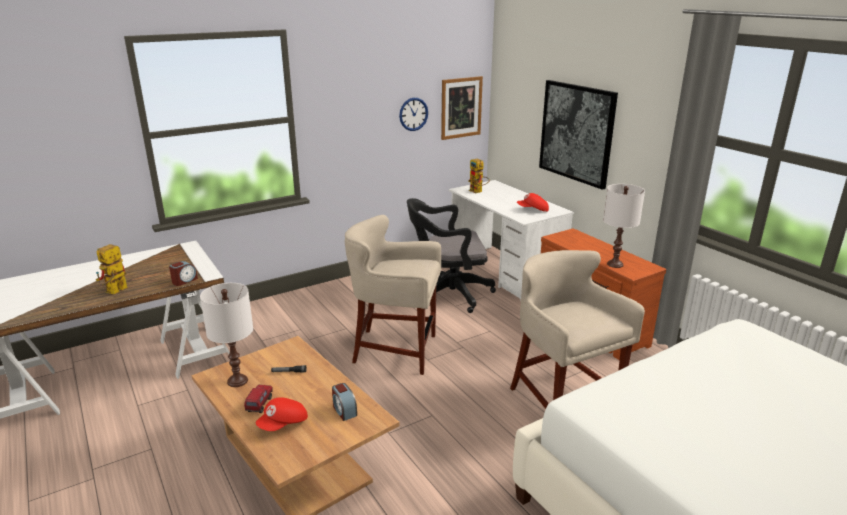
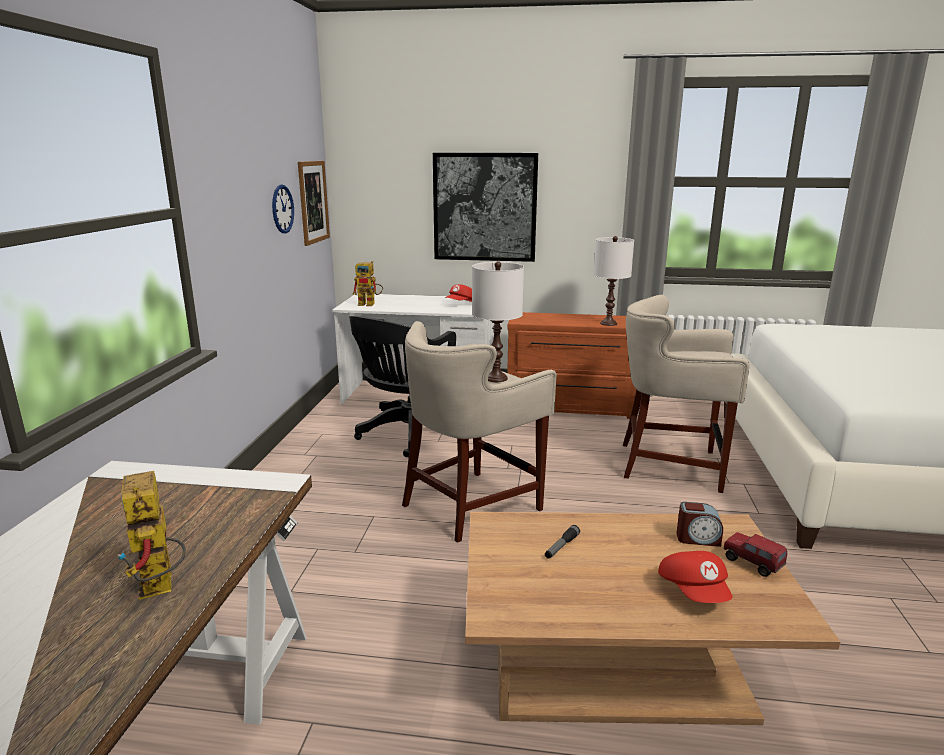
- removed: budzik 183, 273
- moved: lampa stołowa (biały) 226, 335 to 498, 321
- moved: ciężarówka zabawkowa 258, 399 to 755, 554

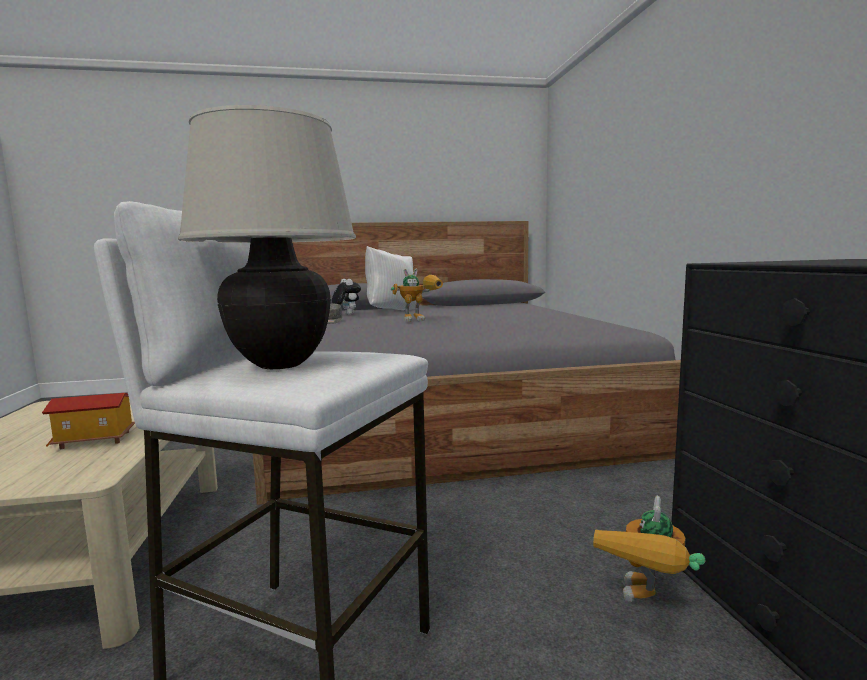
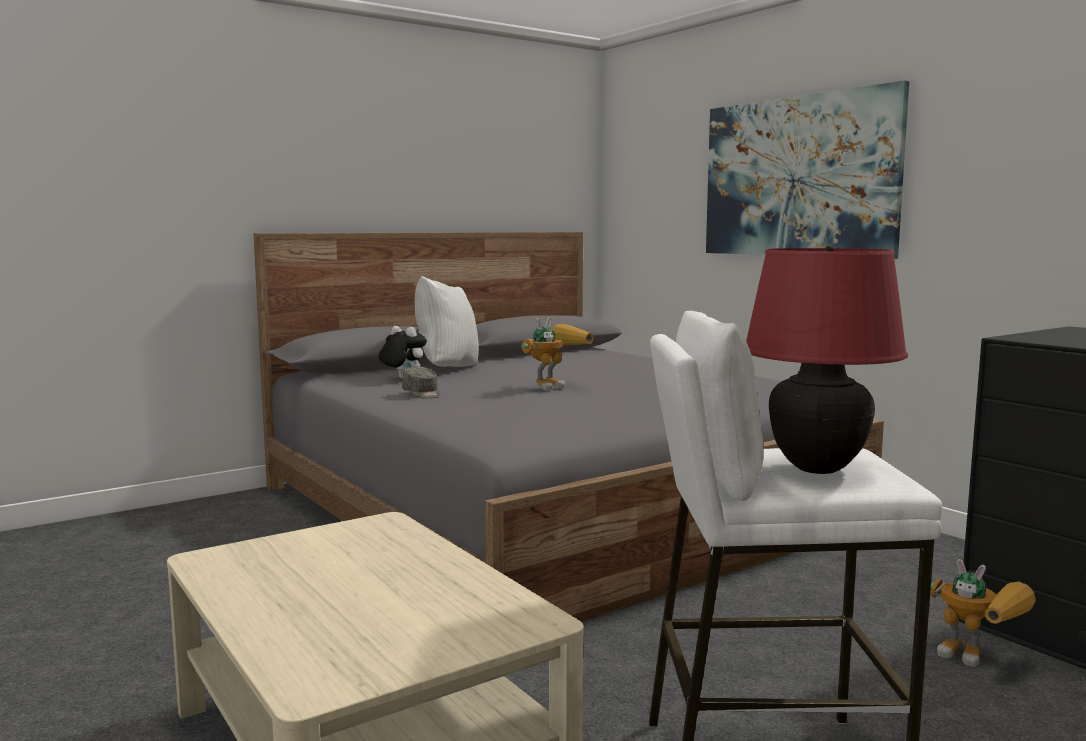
- removed: domek 88, 421
- recoloured: lampa stołowa (beżowy) 267, 237 to lampa stołowa (czerwony) 827, 360
- turned: robot zabawkowy 649, 549 = 983, 613 45 degrees counterclockwise
- added: obraz 807, 170

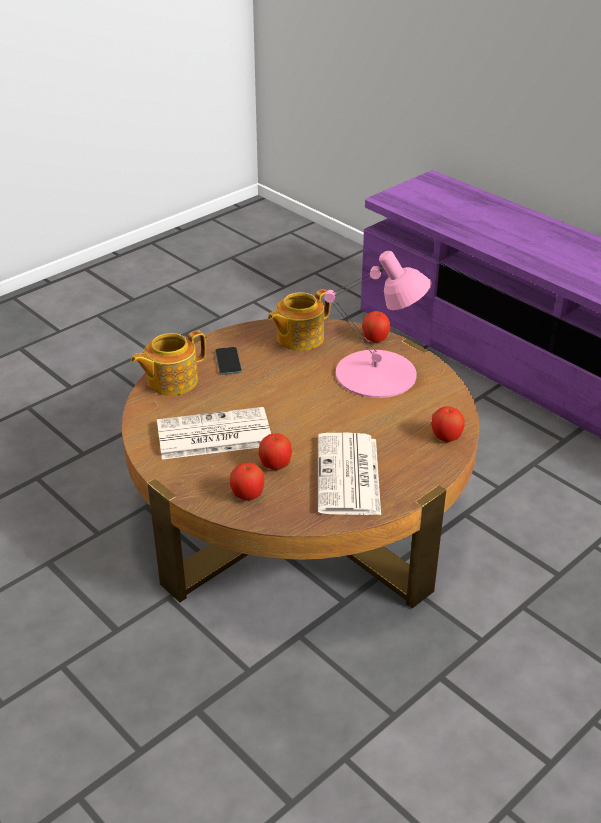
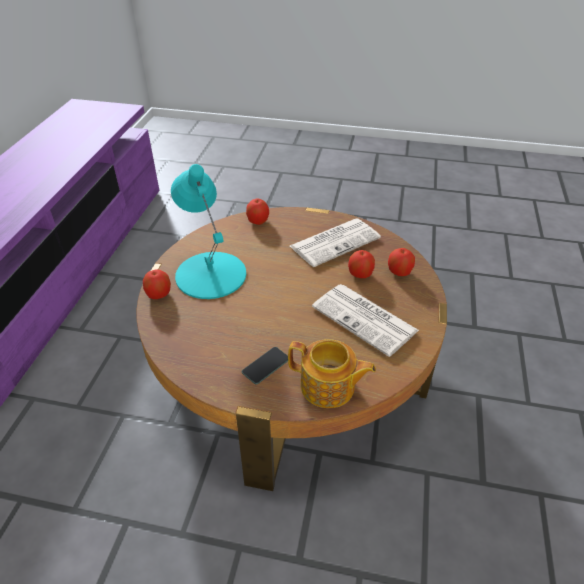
- removed: imbryk 299, 320
- recoloured: lampa stołowa (różowy) 378, 324 to lampa stołowa (turkusowy) 208, 231

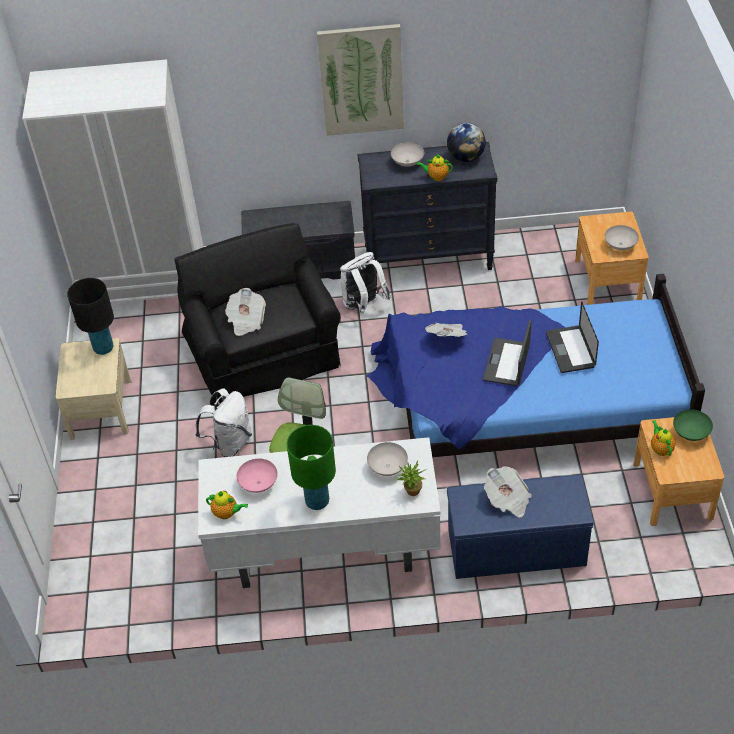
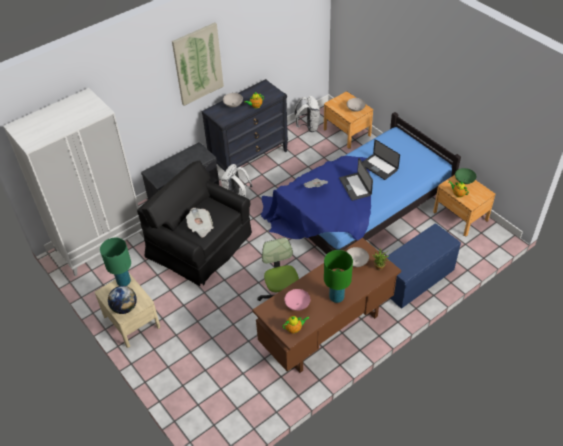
- recoloured: lampa stołowa (czarny) 90, 316 to lampa stołowa (zielony) 115, 262
- moved: plecak (biały) 223, 422 to 307, 114
- recoloured: biurko (biały) 319, 512 to biurko (brązowy) 326, 305
- moved: globus 466, 142 to 122, 300
- removed: gazeta 508, 492

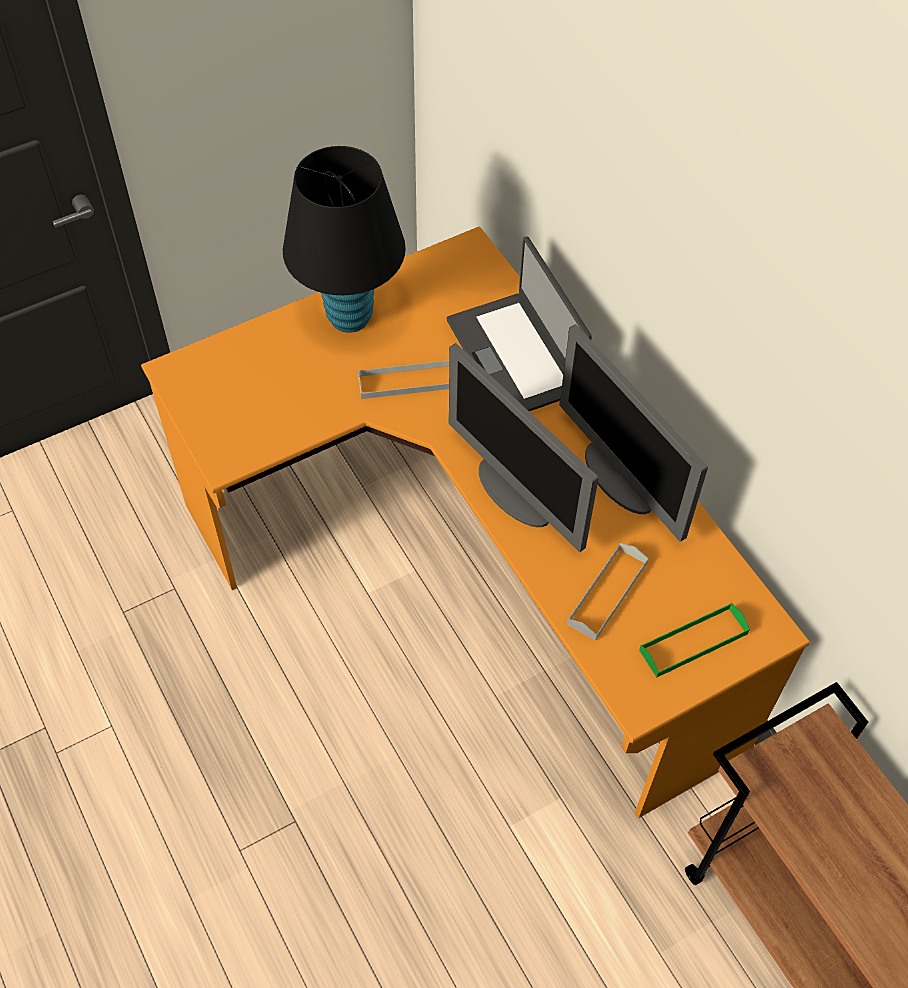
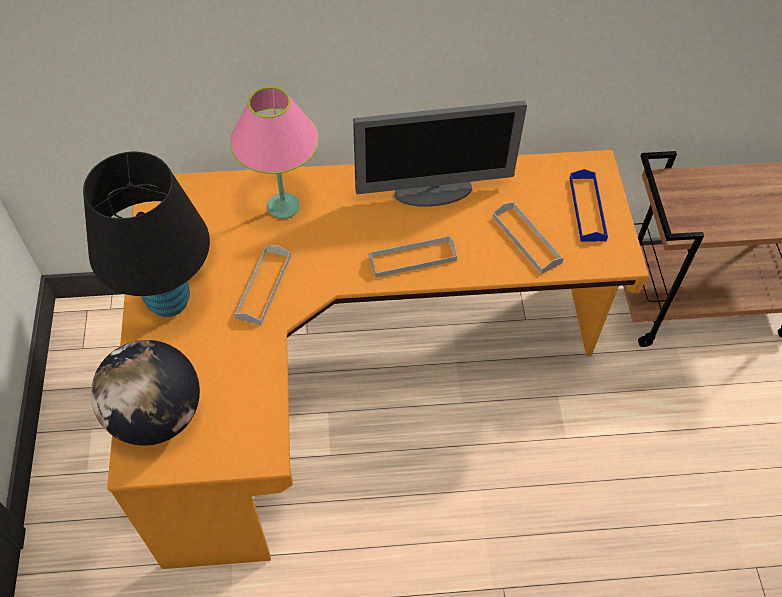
- replaced: laptop 519, 323 to lampa stołowa (różowy) 274, 153
- replaced: monitor 523, 447 to taca (szary) 413, 256
- recoloured: taca (zielony) 694, 640 to taca (niebieski) 588, 205
- added: globus 145, 393

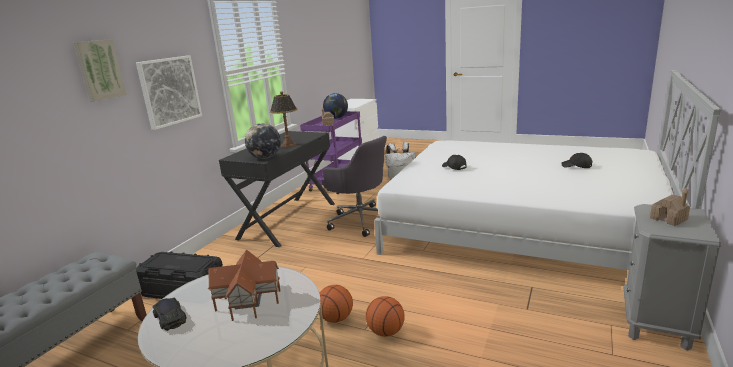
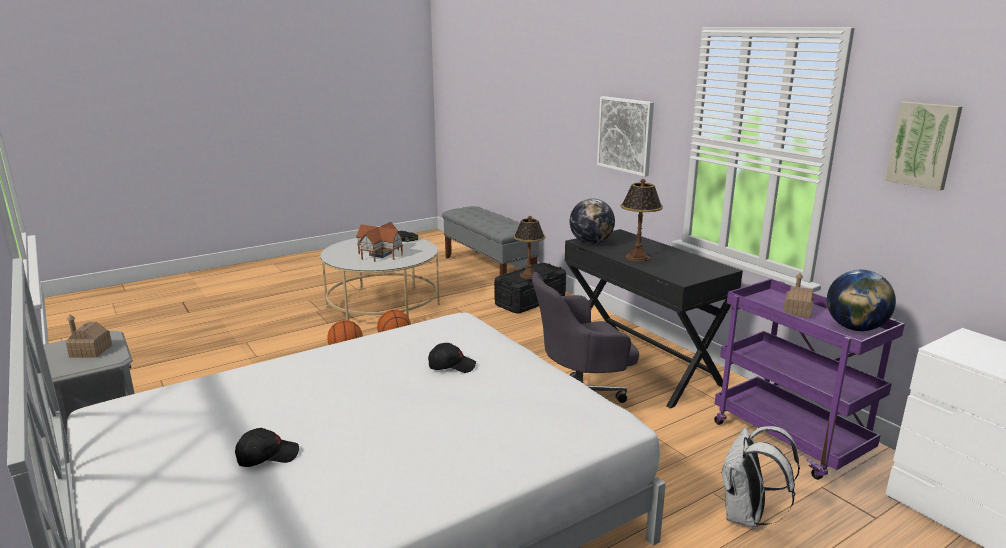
- moved: obraz 100, 70 to 924, 146
- added: lampa stołowa 529, 247

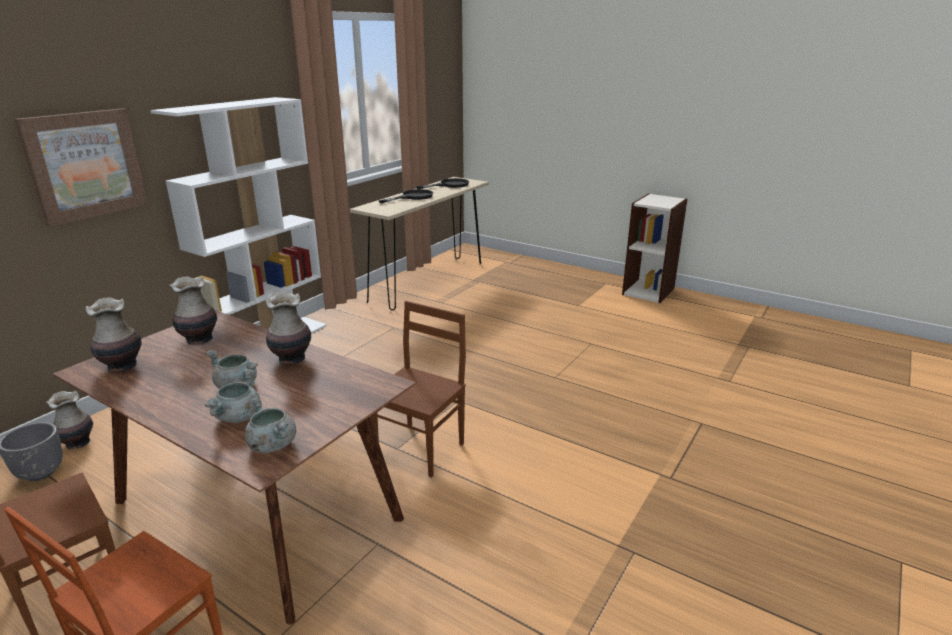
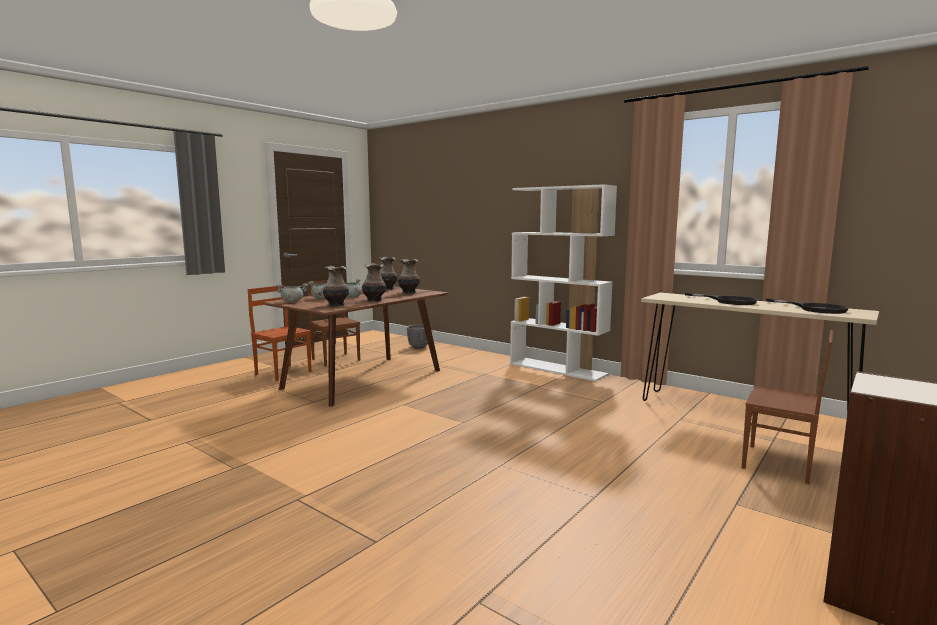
- removed: obraz 81, 167
- moved: wazon 69, 420 to 336, 286
- moved: krzesło (brązowy) 418, 389 to 787, 407

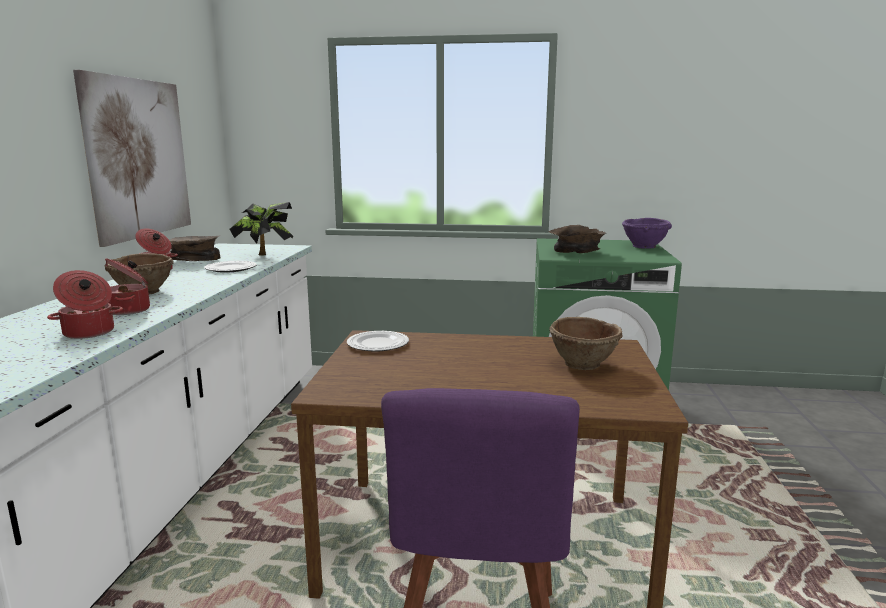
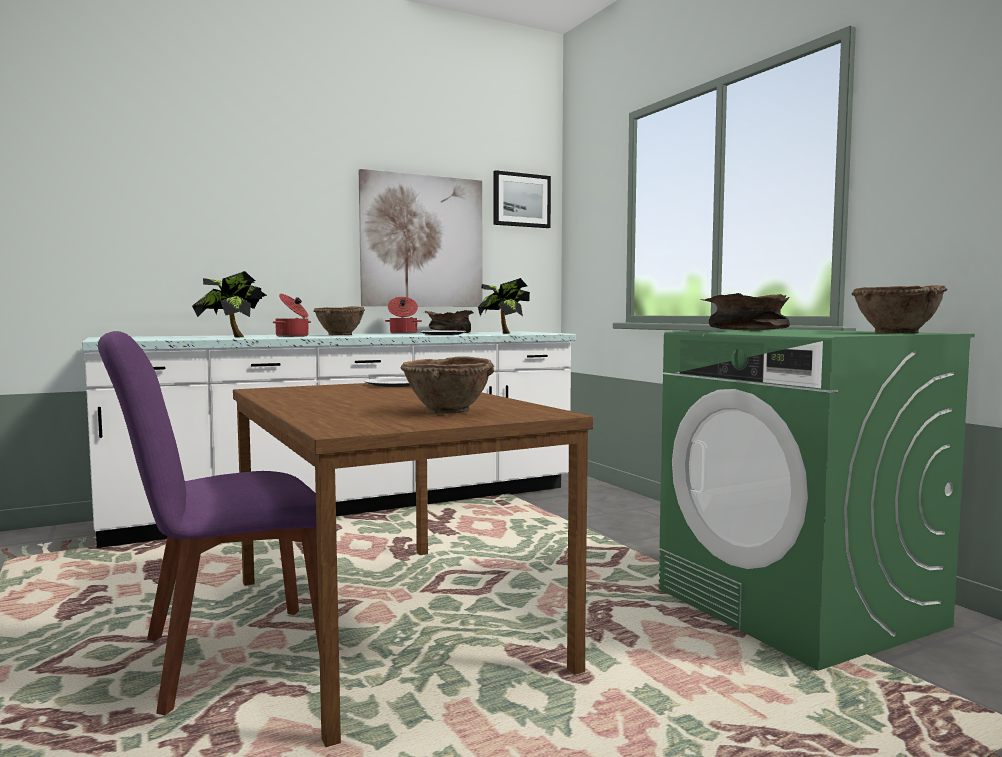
- replaced: garnek 85, 304 to roślina doniczkowa 229, 304
- recoloured: miska (fioletowy) 647, 233 to miska (brązowy) 899, 309
- added: obraz 522, 199

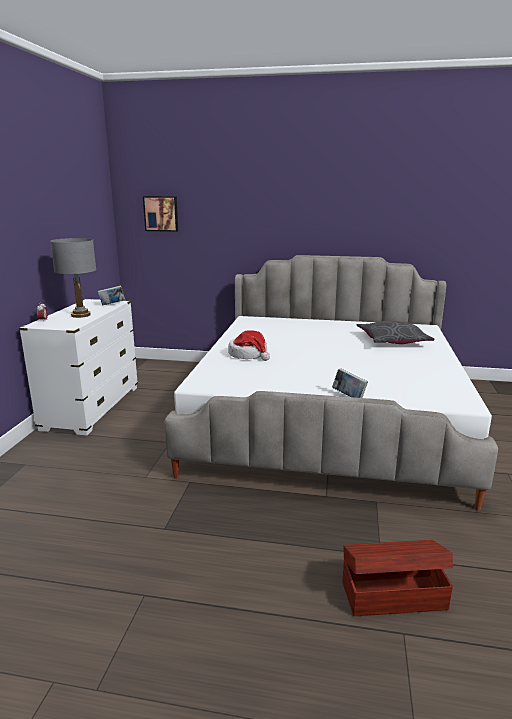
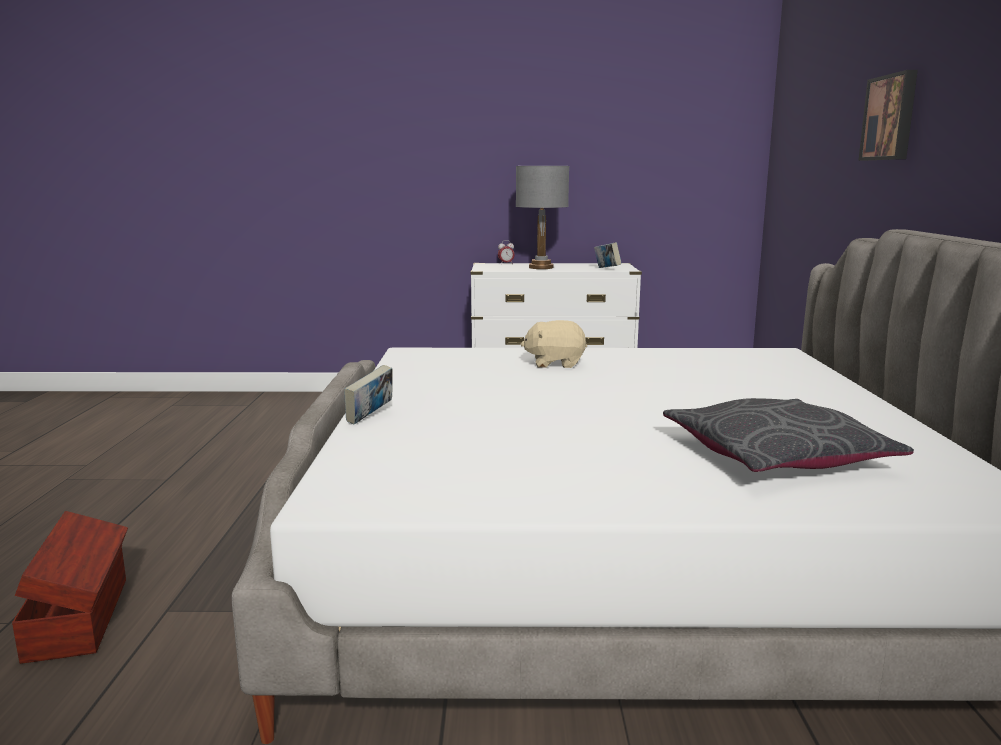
- moved: obraz 160, 214 to 888, 115
- replaced: kapelusz 249, 345 to pluszak (beżowy) 554, 344

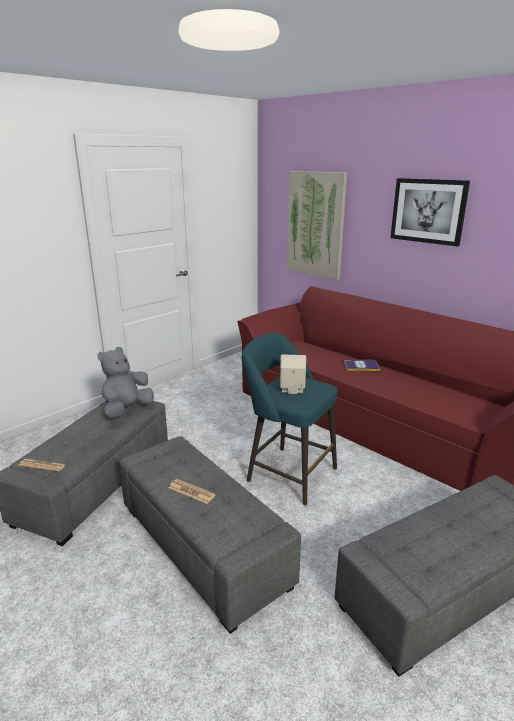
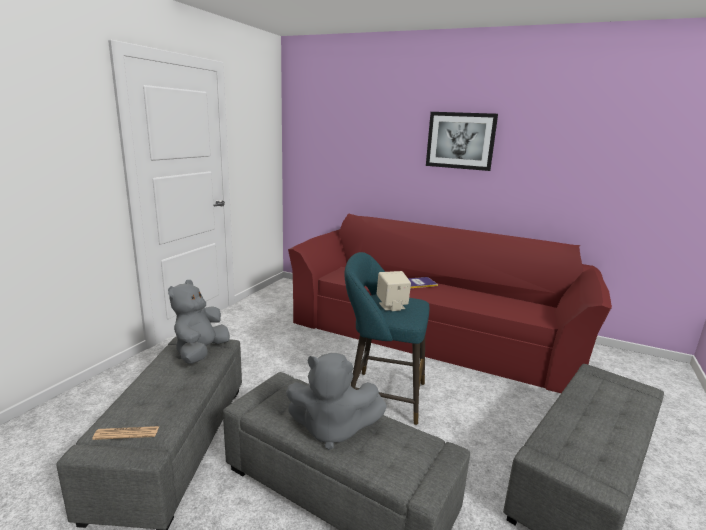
- replaced: gazeta 192, 491 to pluszak (szary) 336, 401
- removed: obraz 317, 225

